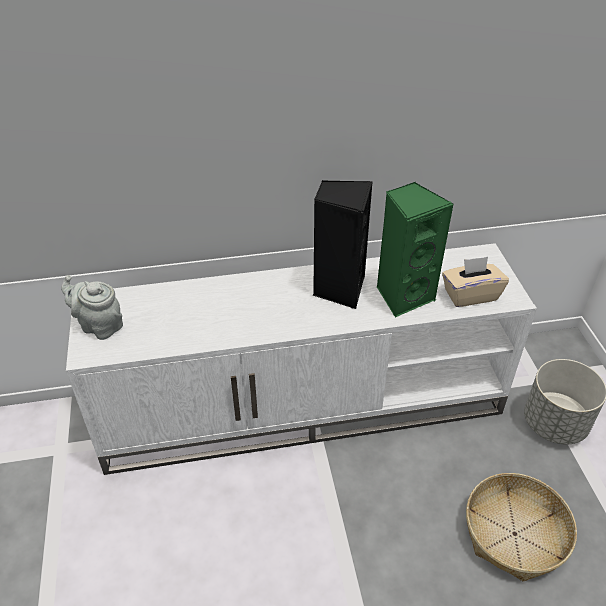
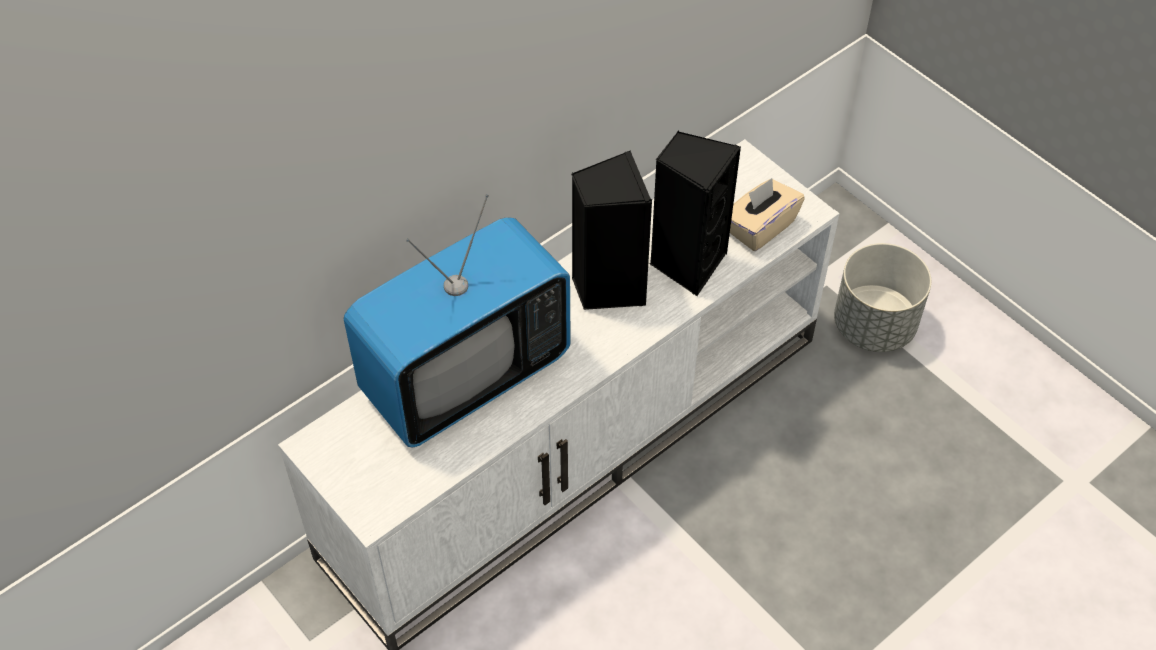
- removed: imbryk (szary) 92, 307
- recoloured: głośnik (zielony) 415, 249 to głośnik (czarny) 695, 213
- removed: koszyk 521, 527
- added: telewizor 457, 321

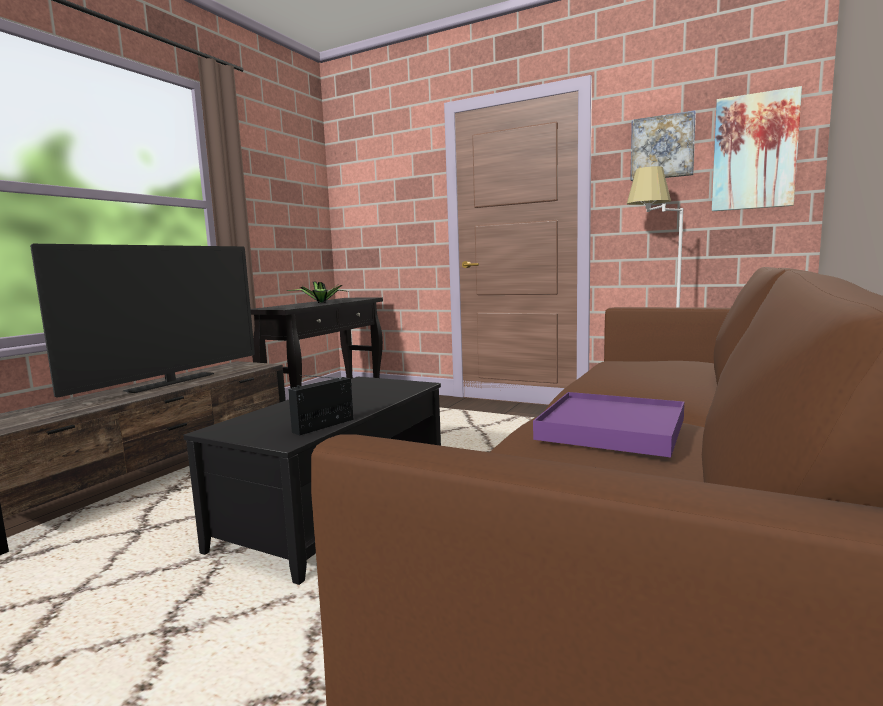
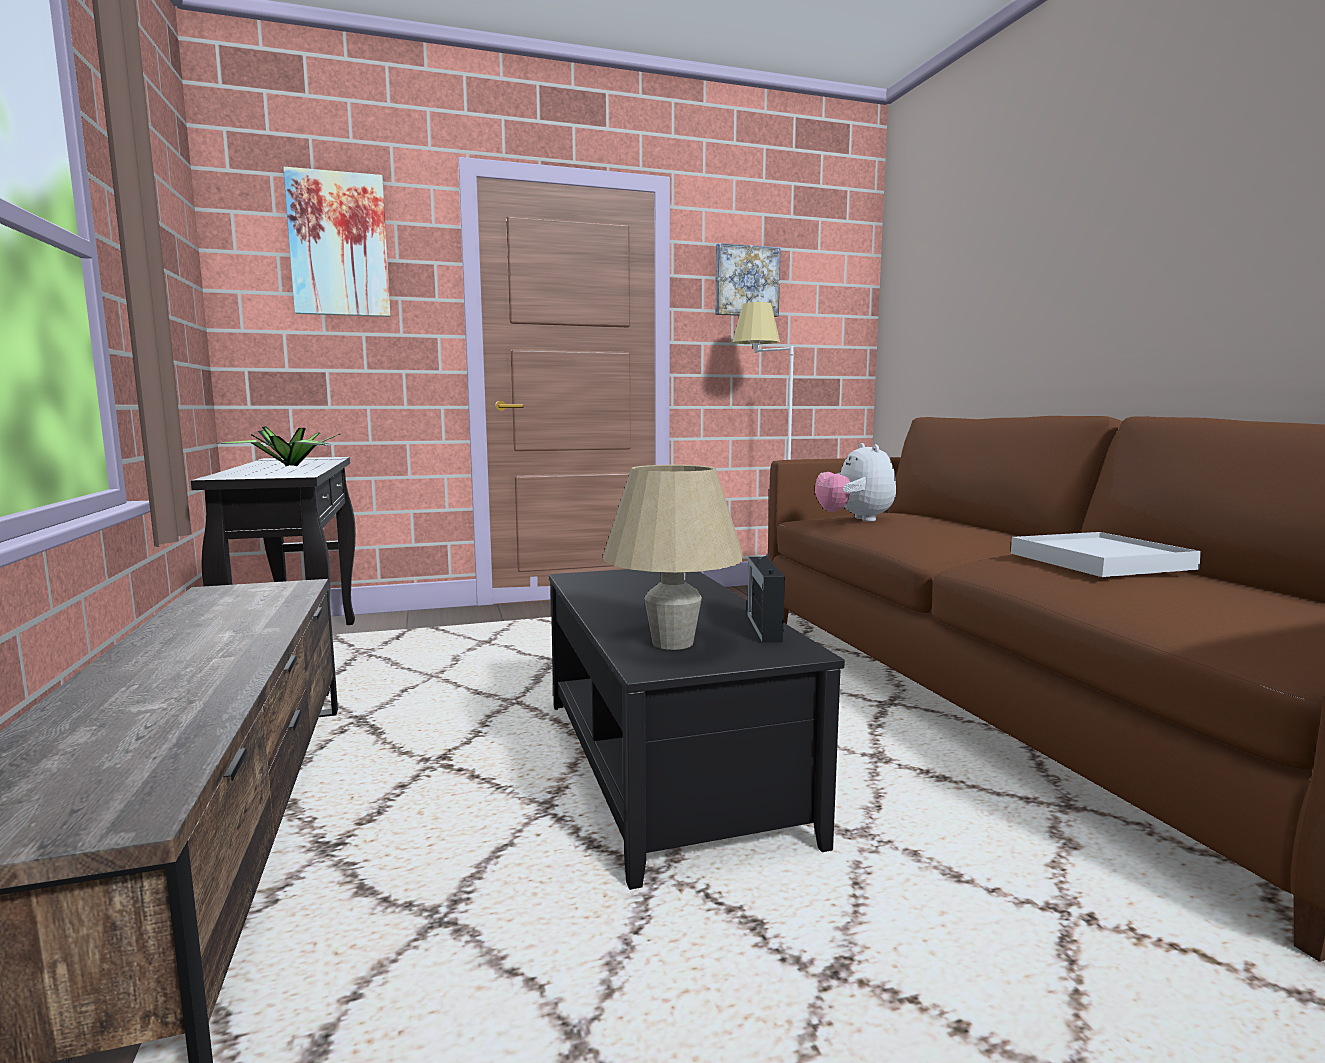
- removed: telewizor 142, 321
- recoloured: taca (fioletowy) 608, 424 to taca (biały) 1106, 554
- moved: obraz 757, 148 to 337, 242
- added: lampa stołowa (beżowy) 673, 557
- added: pluszak 855, 482

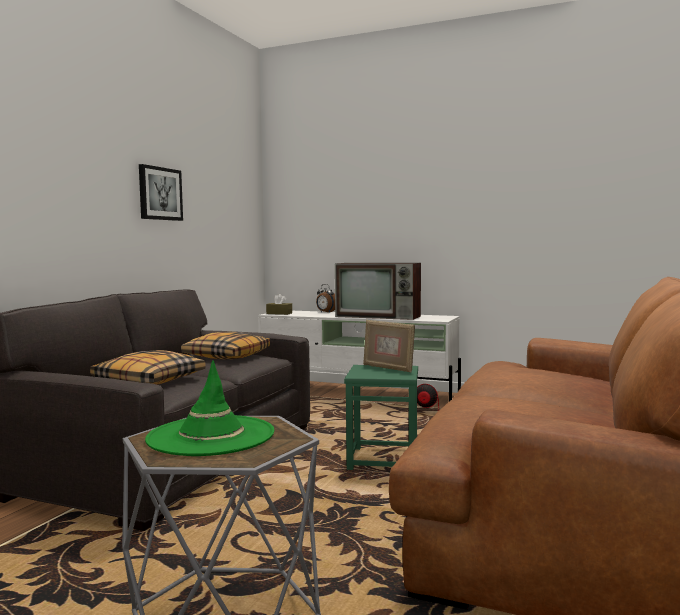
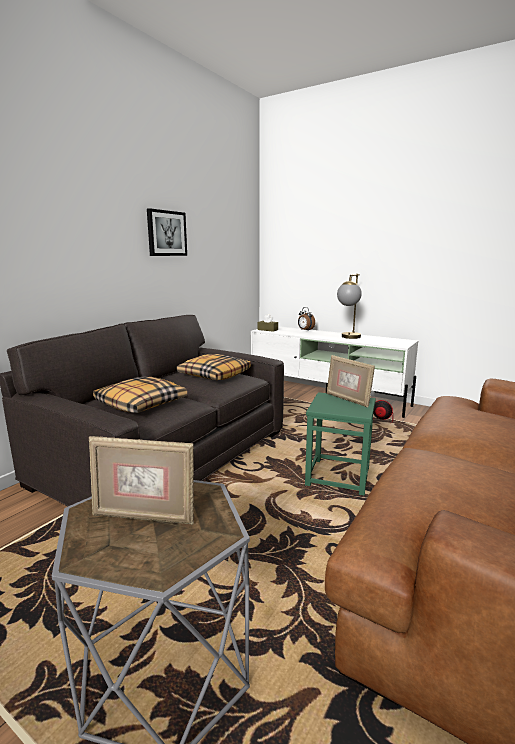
- replaced: kapelusz (zielony) 209, 408 to ramka na zdjęcie 141, 480
- replaced: telewizor 378, 291 to lampa stołowa 349, 306

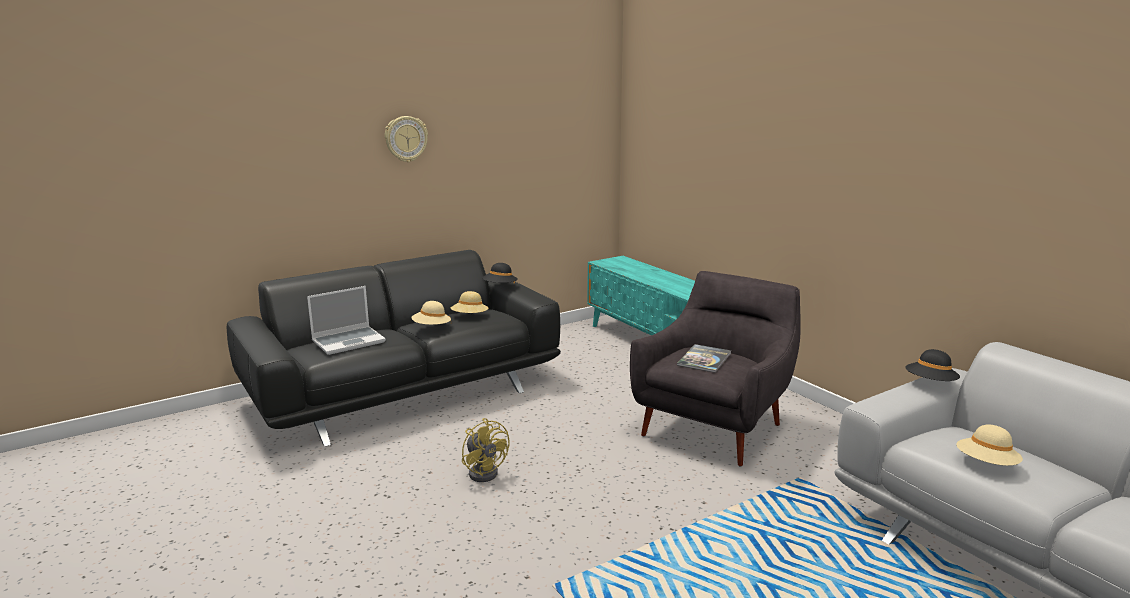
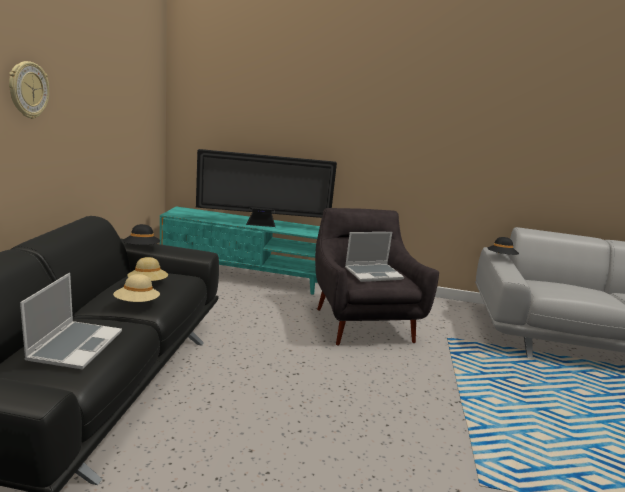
- removed: wentylator (żółty) 486, 450
- replaced: książka 704, 358 to laptop 374, 257
- removed: kapelusz (beżowy) 989, 445
- added: telewizor 266, 188

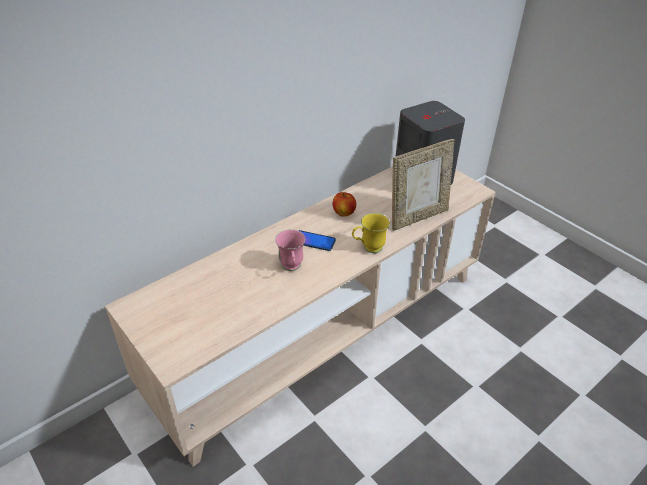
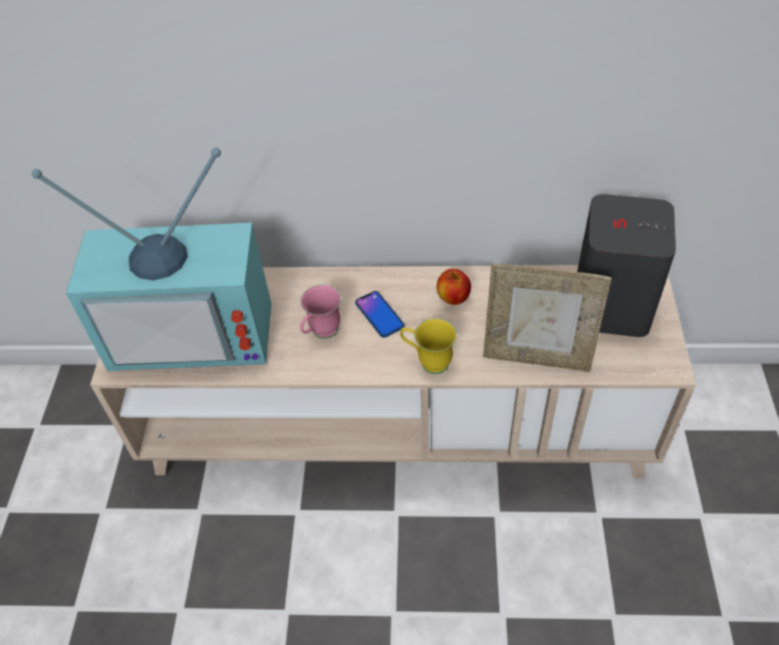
- added: telewizor 151, 259

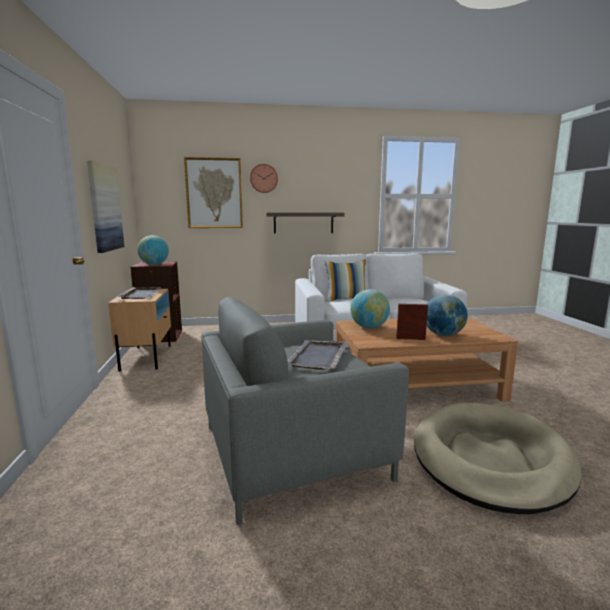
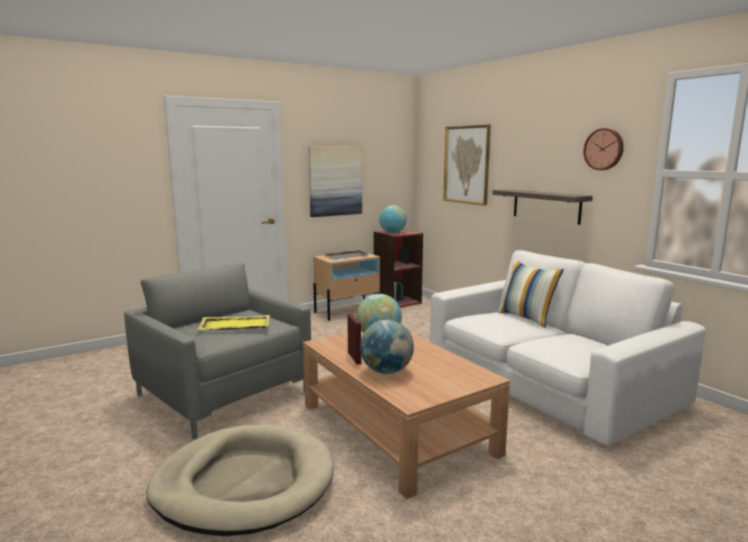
- moved: zegar ścienny 264, 178 to 603, 149
- recoloured: taca (szary) 317, 355 to taca (żółty) 233, 322

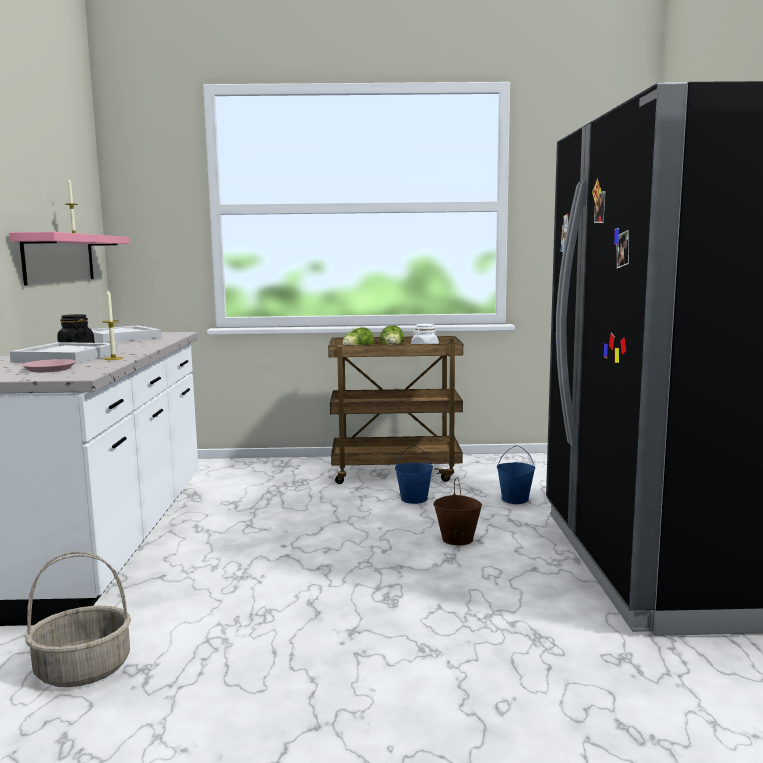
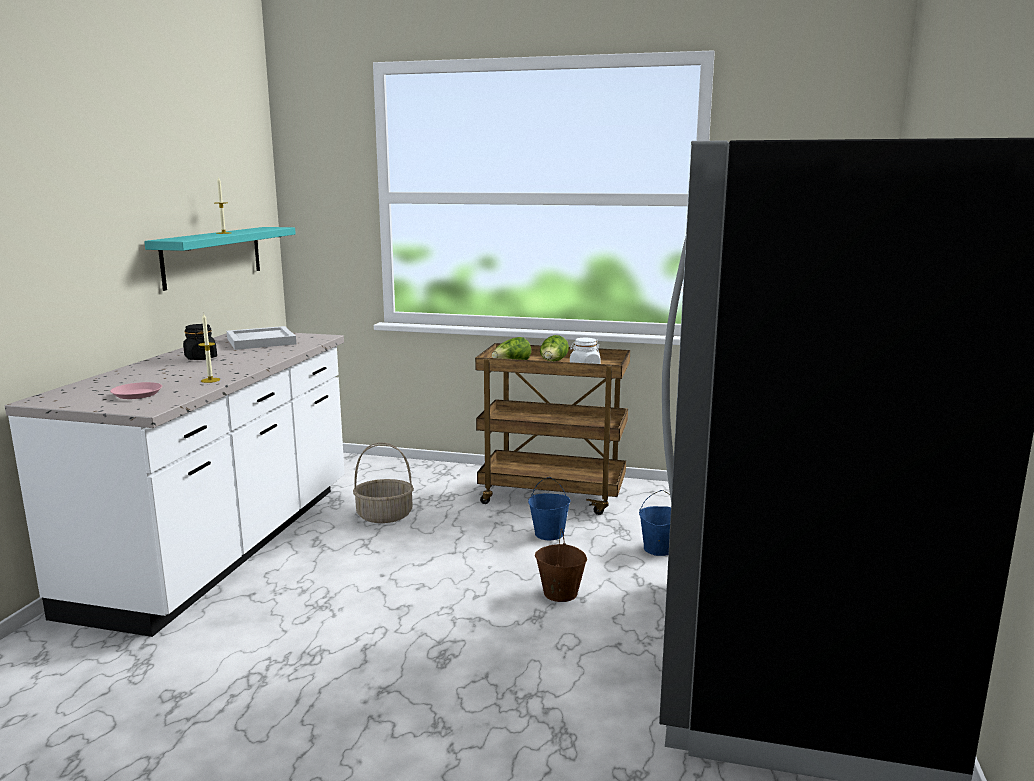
- recoloured: półka (różowy) 69, 259 to półka (turkusowy) 220, 259
- removed: taca (biały) 64, 352
- moved: koszyk 78, 619 to 383, 482

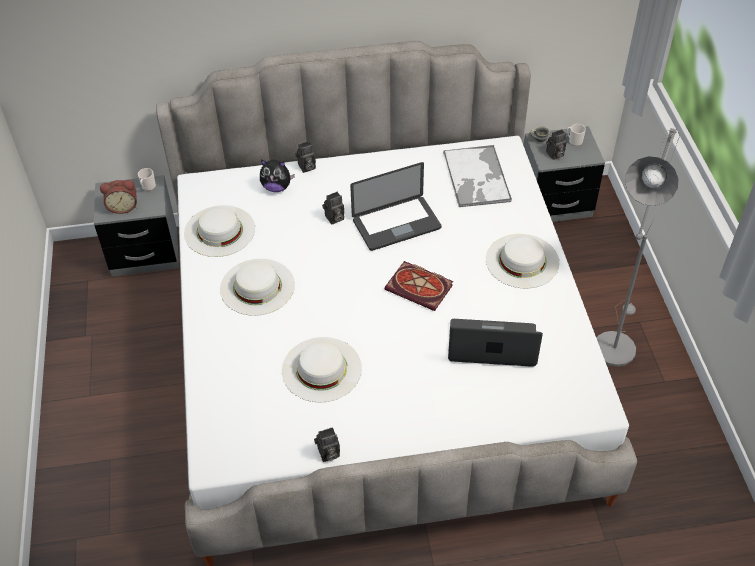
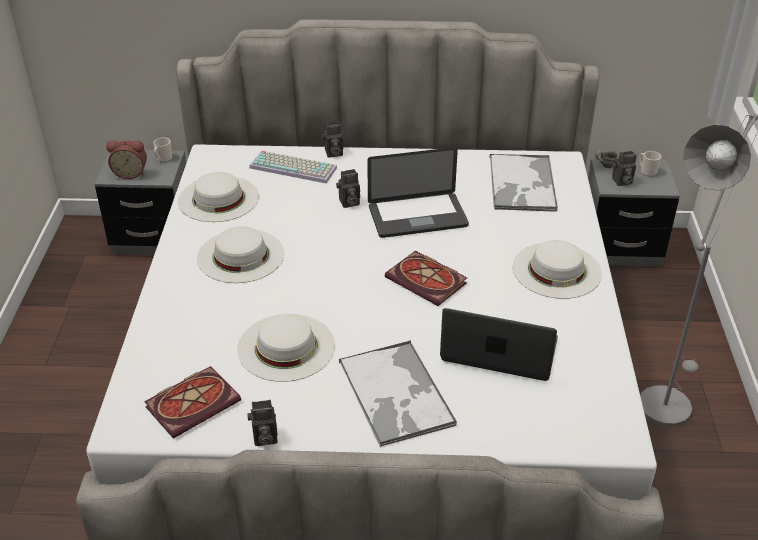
- replaced: pluszak 277, 176 to klawiatura 293, 167
- added: książka 192, 402
- added: taca 398, 394

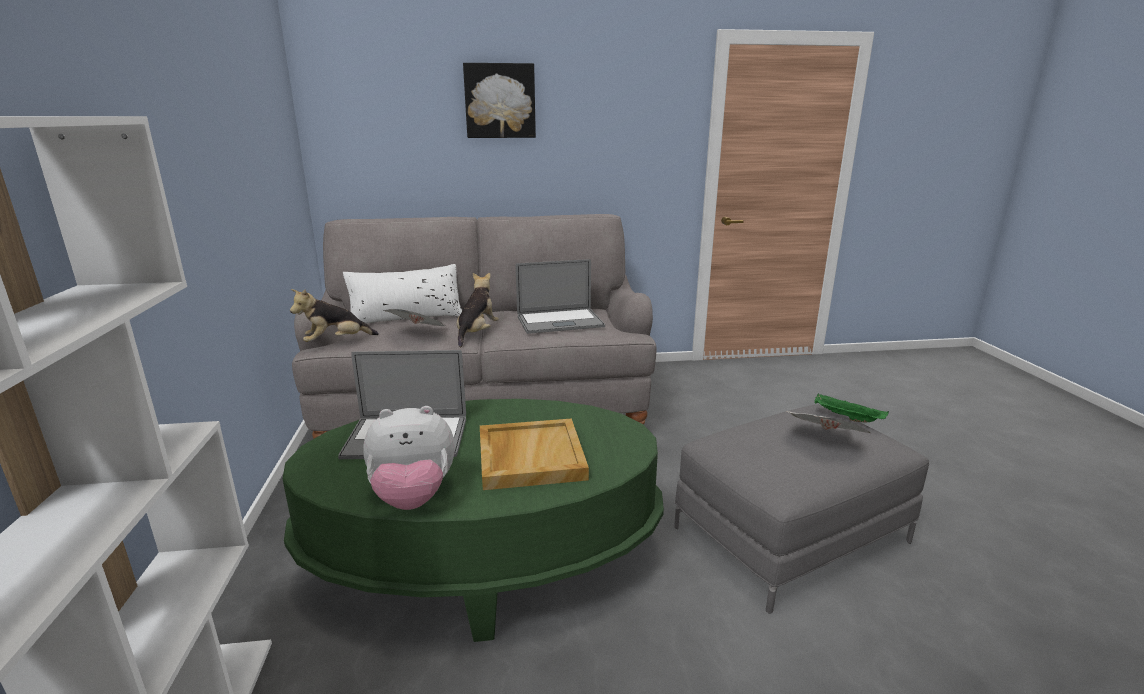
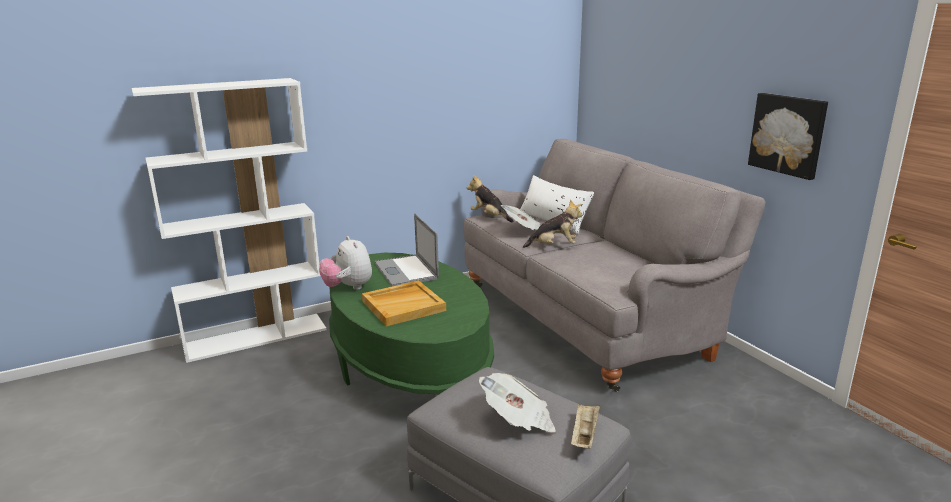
- moved: obraz 499, 100 to 788, 136
- removed: laptop 560, 296
- recoloured: taca (zielony) 852, 408 to taca (beżowy) 585, 426

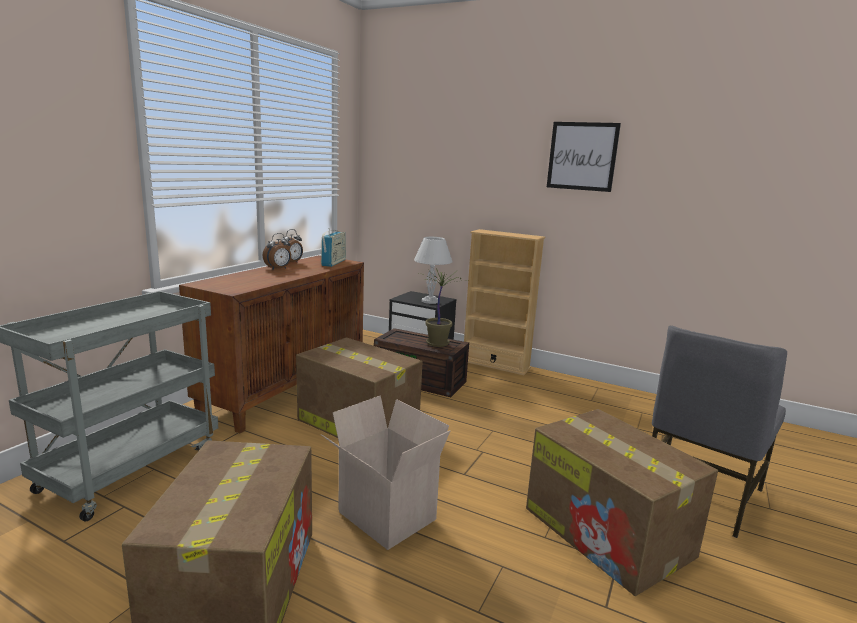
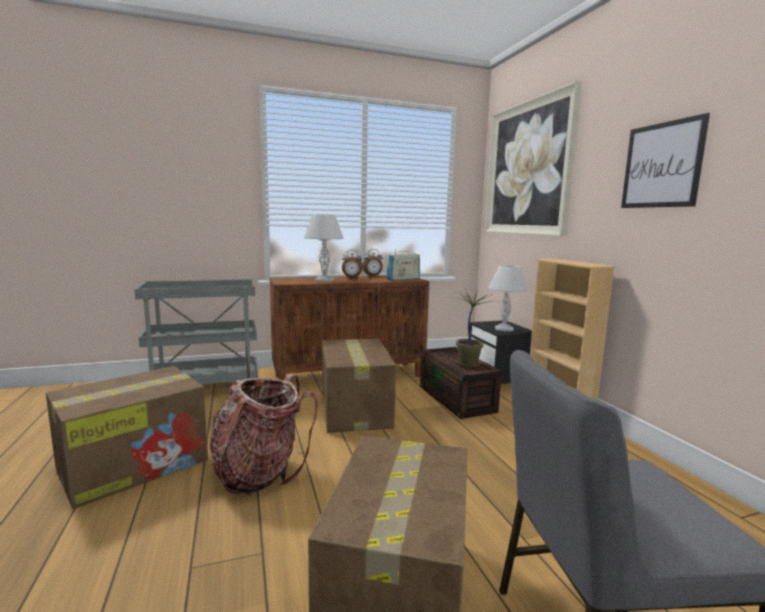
- replaced: karton 385, 472 to plecak 264, 434
- added: lampa stołowa (biały) 324, 248
- added: obraz 533, 159

